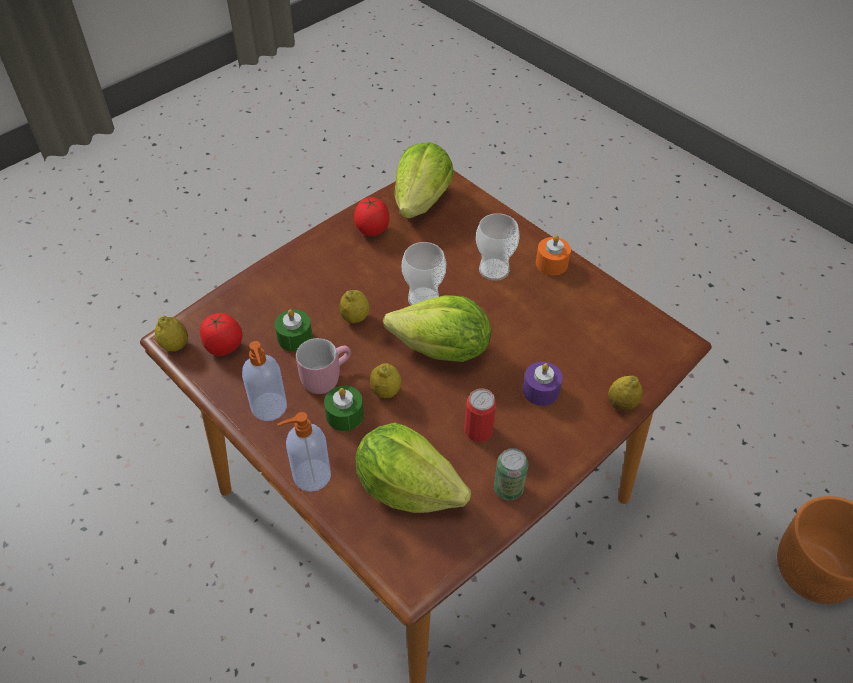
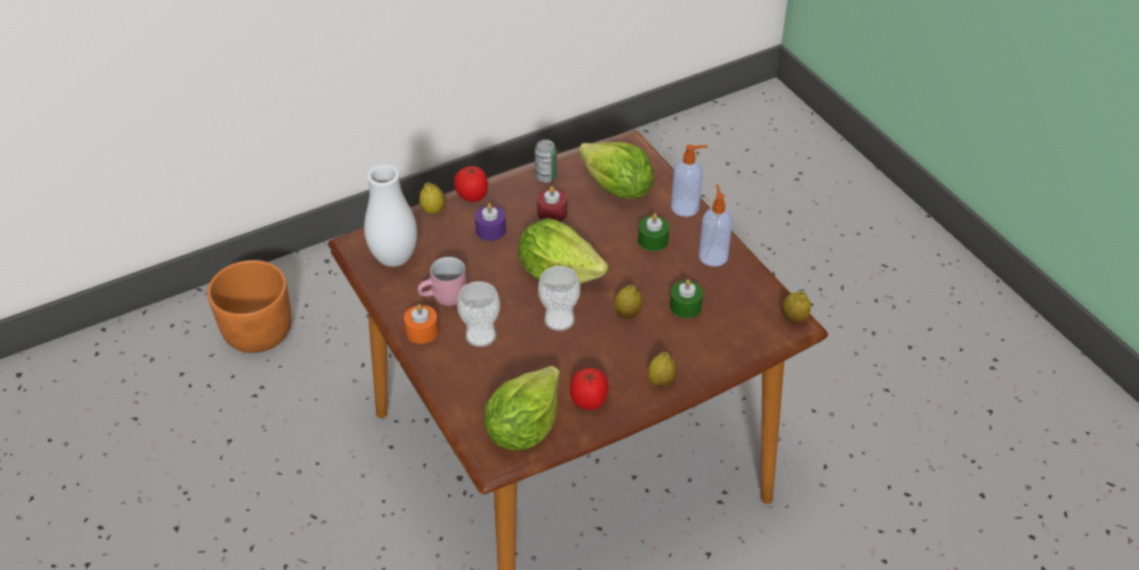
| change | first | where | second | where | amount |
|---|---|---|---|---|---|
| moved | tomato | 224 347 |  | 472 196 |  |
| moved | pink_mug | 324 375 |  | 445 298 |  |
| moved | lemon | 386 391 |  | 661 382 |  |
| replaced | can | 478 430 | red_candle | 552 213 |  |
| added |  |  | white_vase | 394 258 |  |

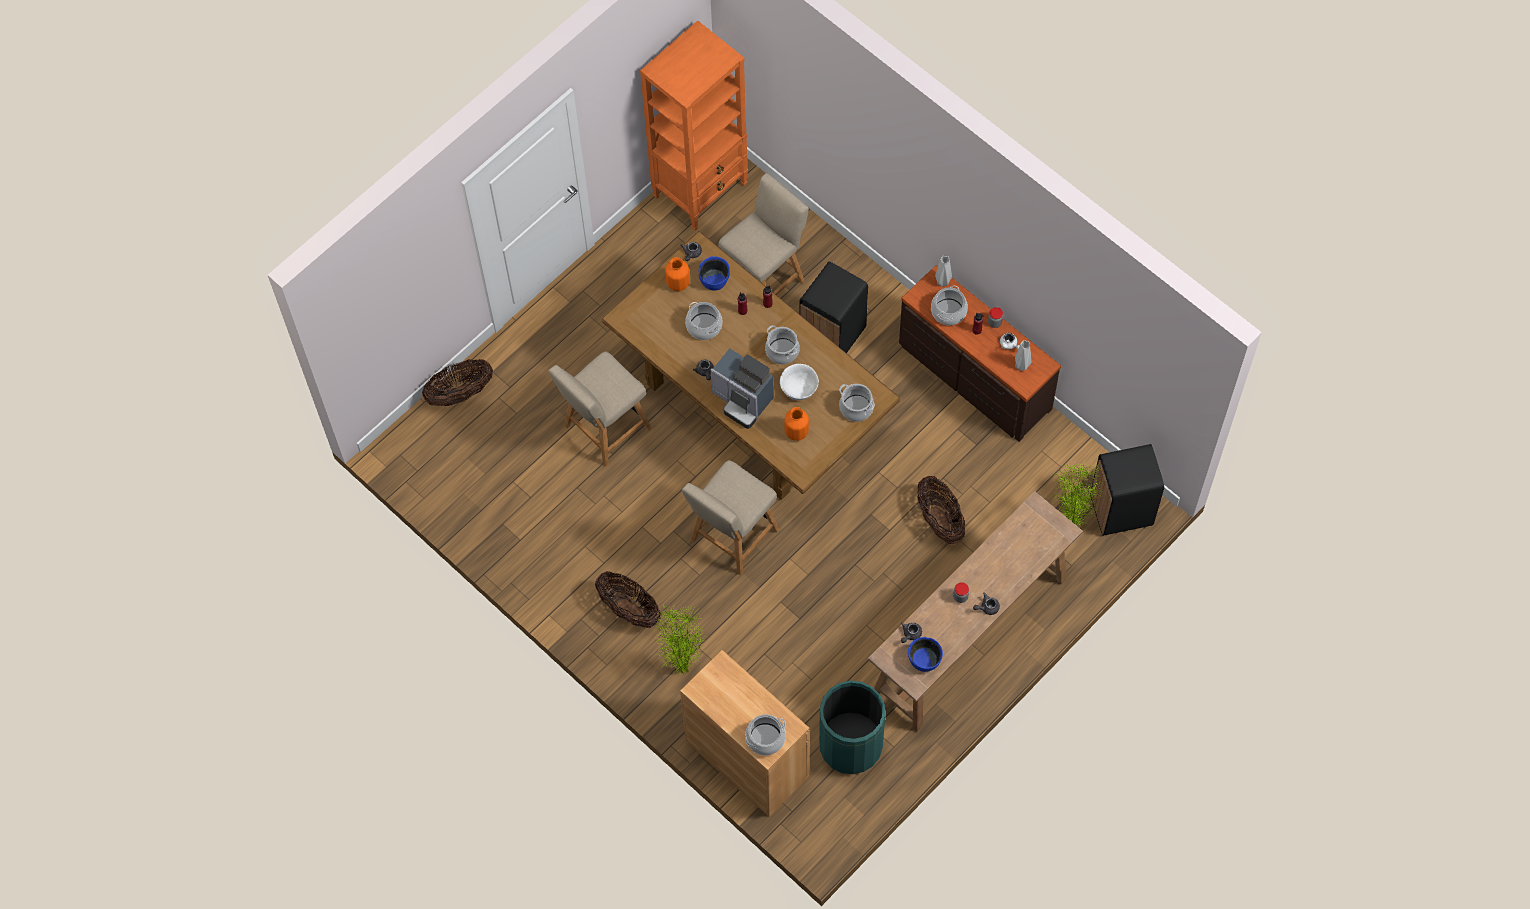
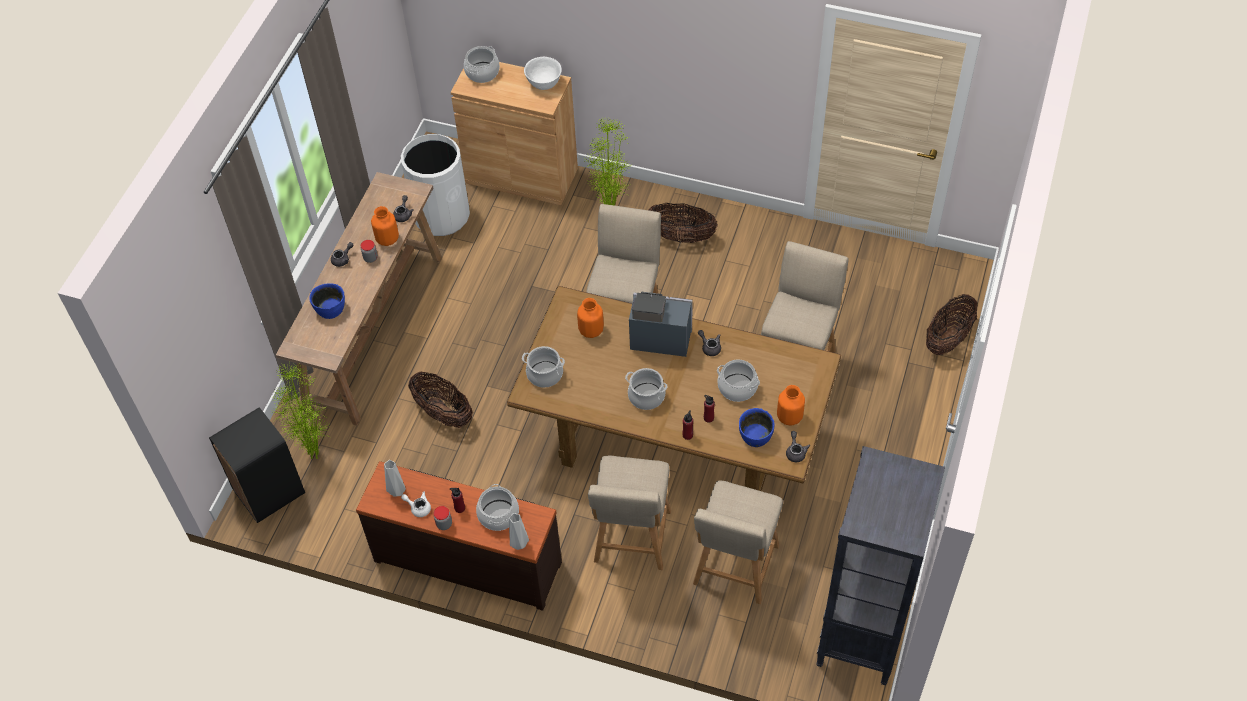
| change | first | where | second | where | amount |
|---|---|---|---|---|---|
| recoloured | orange_bookcase | 701 190 | black_bookcase | 860 637 |  |
| moved | white_bowl | 799 390 |  | 543 84 |  |
| replaced | black_trash_can | 833 335 | beige_chair | 632 540 |  |
| recoloured | green_trash_can | 850 745 | white_trash_can | 441 215 |  |
| moved | blue_bowl | 924 660 |  | 330 308 |  |
| added |  |  | orange_vase | 387 239 |  |

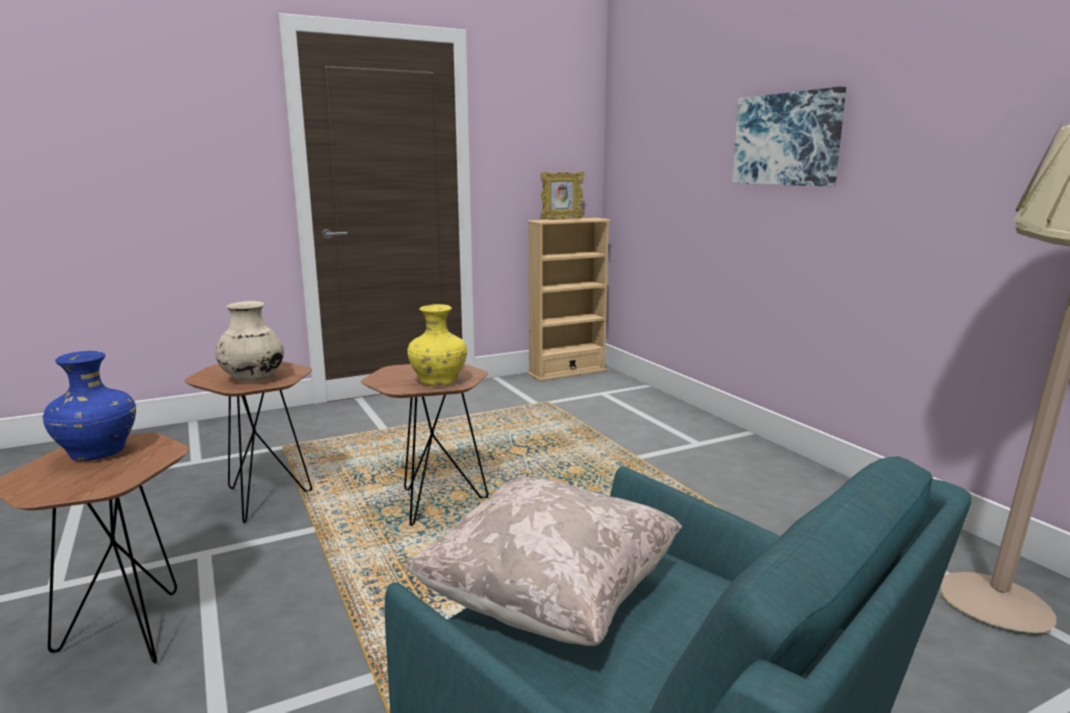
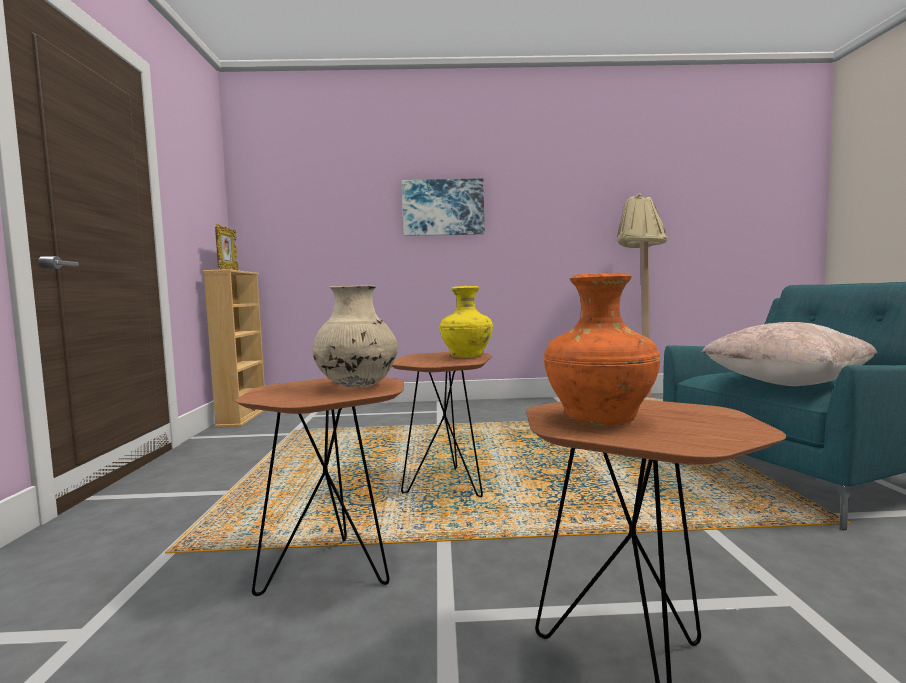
| change | first | where | second | where | amount |
|---|---|---|---|---|---|
| recoloured | blue_vase | 96 454 | orange_vase | 600 420 |  |

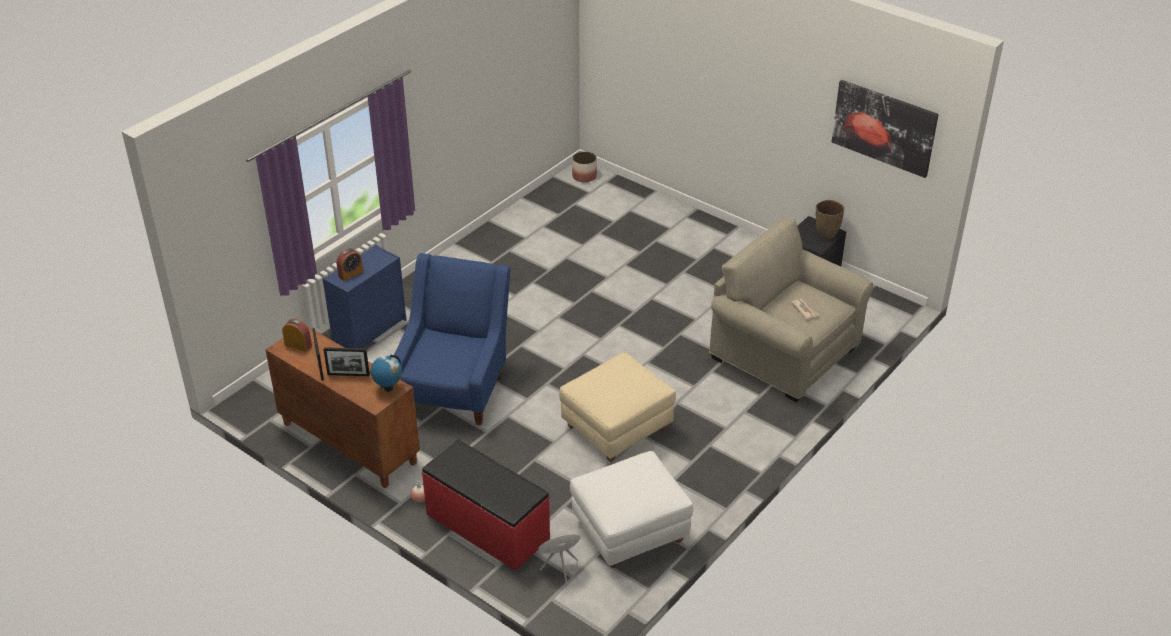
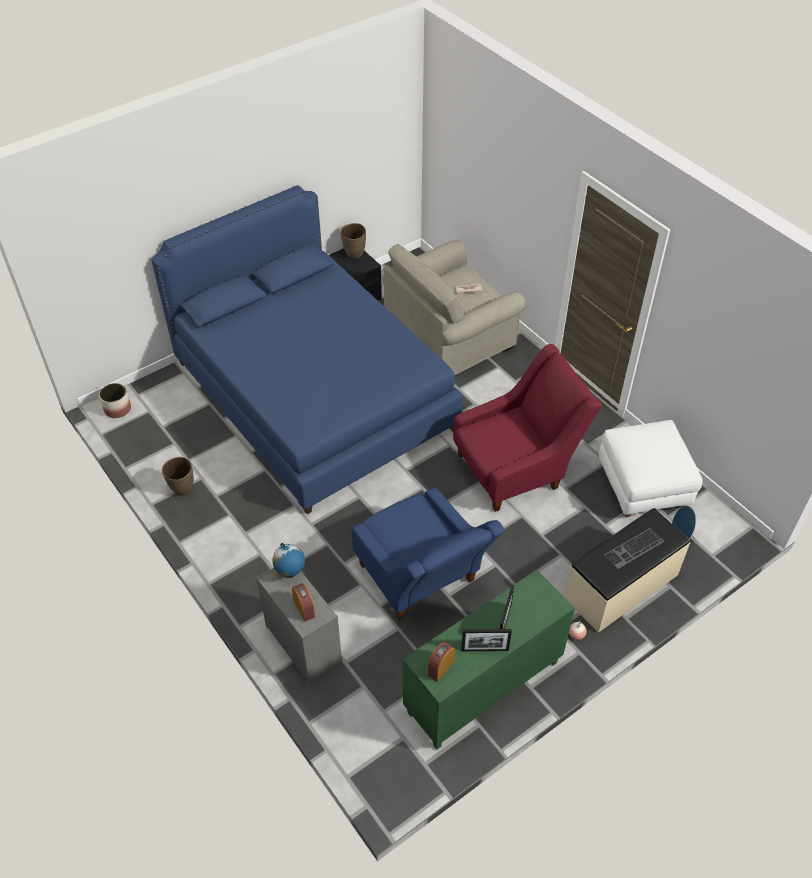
| change | first | where | second | where | amount |
|---|---|---|---|---|---|
| recoloured | brown_cabinet | 348 443 | green_cabinet | 483 689 |  |
| recoloured | blue_dresser | 370 330 | grey_dresser | 303 644 |  |
| moved | globe | 388 388 |  | 290 573 |  |
| turned | blue_armchair | 454 386 |  | 422 580 | 150 degrees counterclockwise |
| recoloured | red_bench | 487 527 | beige_bench | 622 587 |  |
| replaced | beige_ottoman | 616 429 | red_armchair | 516 468 |  |
| removed | picture | 884 127 |  |  |  |
| added |  |  | blue_bed | 313 395 |  |
| added |  |  | brown_vase | 182 489 |  |
| added |  |  | keyboard | 634 549 |  |

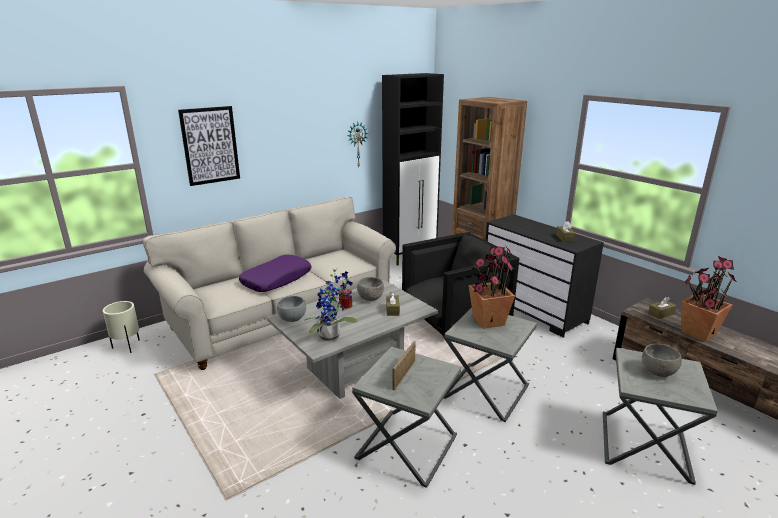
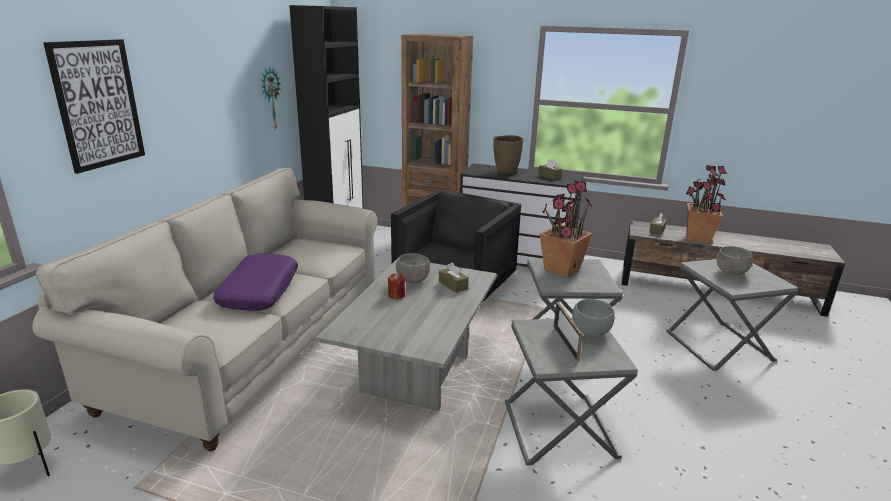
| change | first | where | second | where | amount |
|---|---|---|---|---|---|
| moved | grey_bowl | 292 319 |  | 590 332 |  |
| removed | potted_plant | 332 337 |  |  |  |
| added |  |  | brown_vase | 506 172 |  |

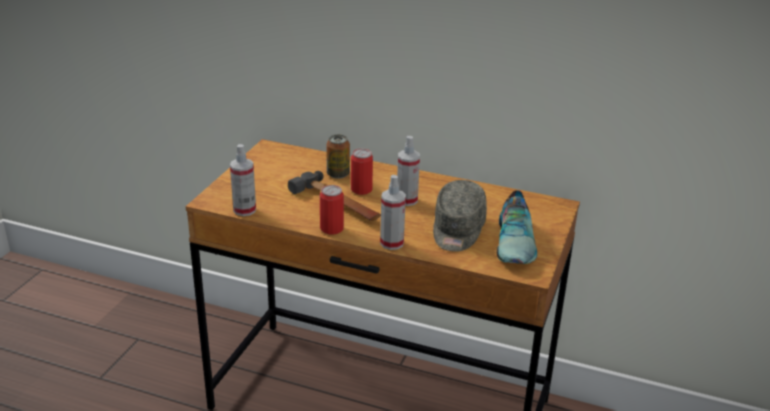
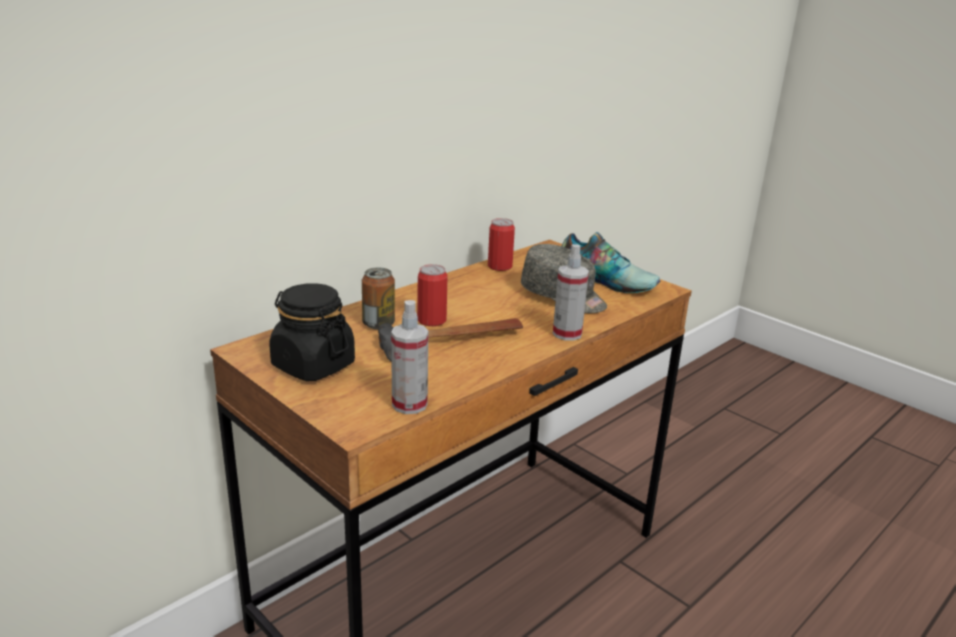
| change | first | where | second | where | amount |
|---|---|---|---|---|---|
| moved | can | 332 228 |  | 500 266 |  |
| removed | spray_bottle | 407 200 |  |  |  |
| added |  |  | black_jar | 313 365 |  |

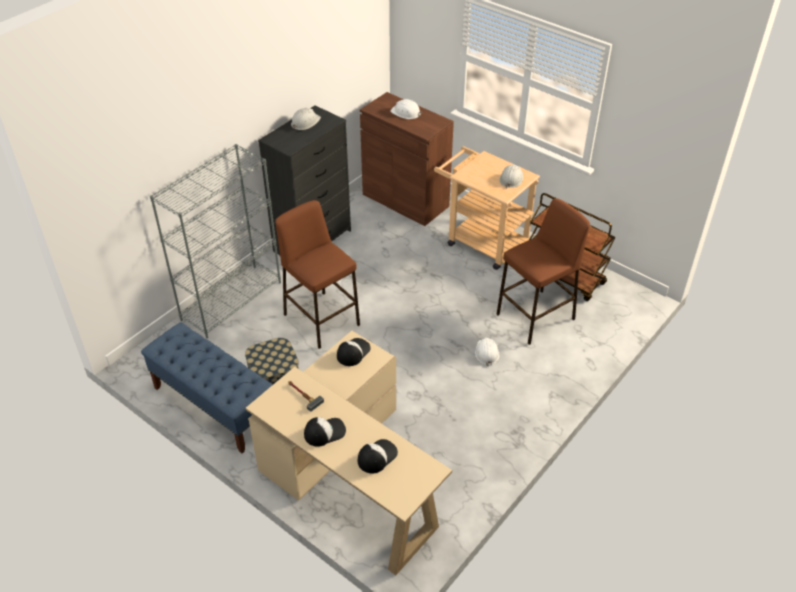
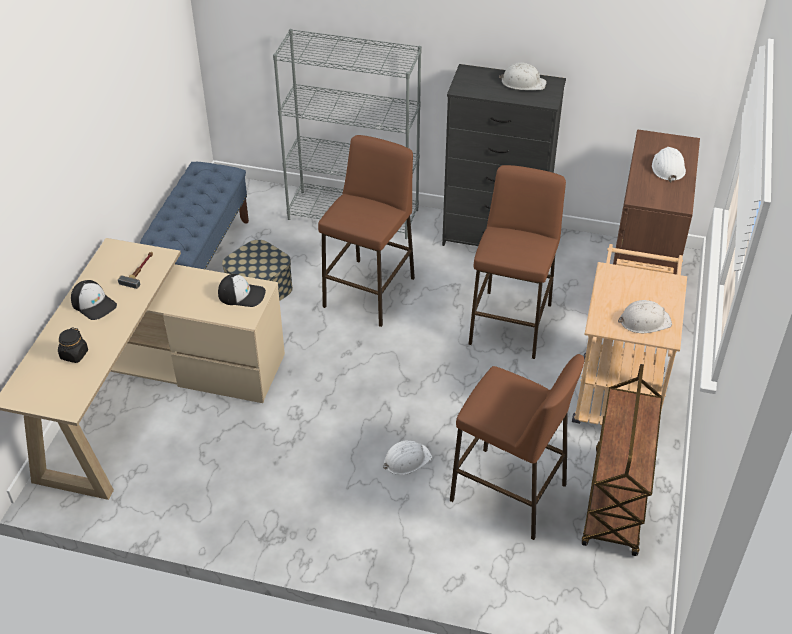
| change | first | where | second | where | amount |
|---|---|---|---|---|---|
| replaced | cap | 377 456 | black_jar | 74 355 |  |
| added |  |  | brown_stool | 510 323 |  |

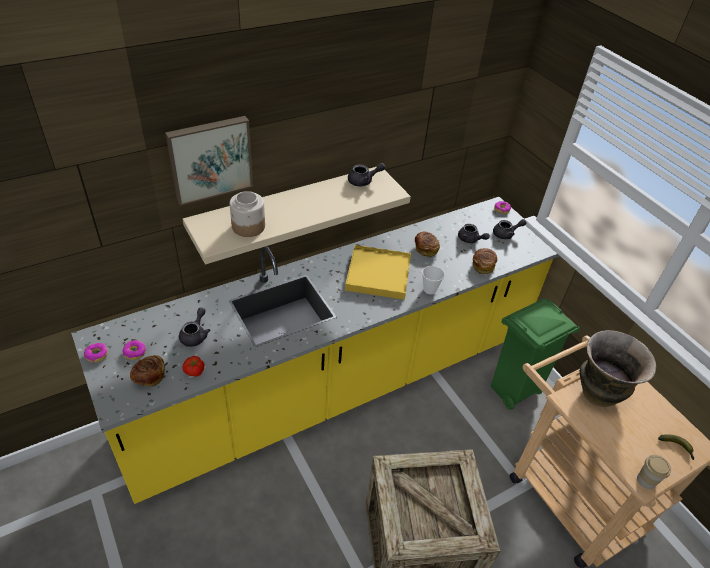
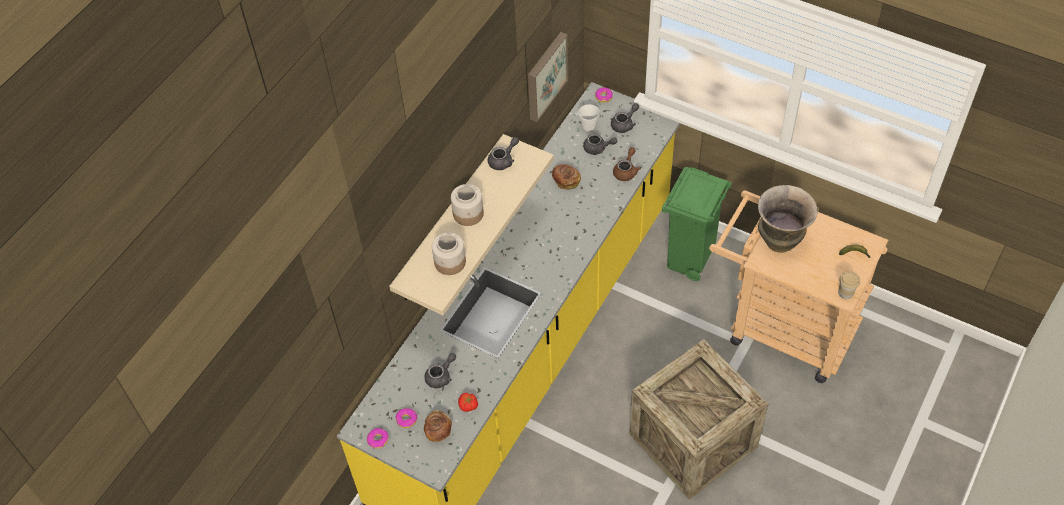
| change | first | where | second | where | amount |
|---|---|---|---|---|---|
| moved | picture | 210 158 |  | 545 76 |  |
| turned | grey_teapot | 195 335 |  | 441 376 | 60 degrees clockwise |
| removed | yellow_tray | 378 274 |  |  |  |
| moved | cup | 429 289 |  | 588 126 |  |
| replaced | bread | 483 265 | brown_teapot | 626 171 |  |
| added |  |  | jar | 468 214 |  |

